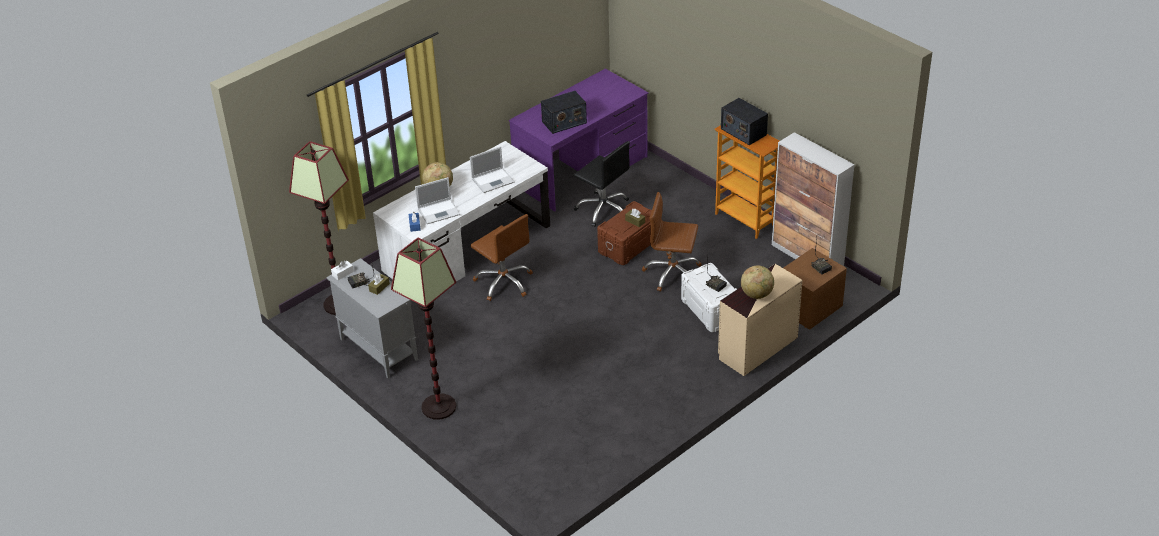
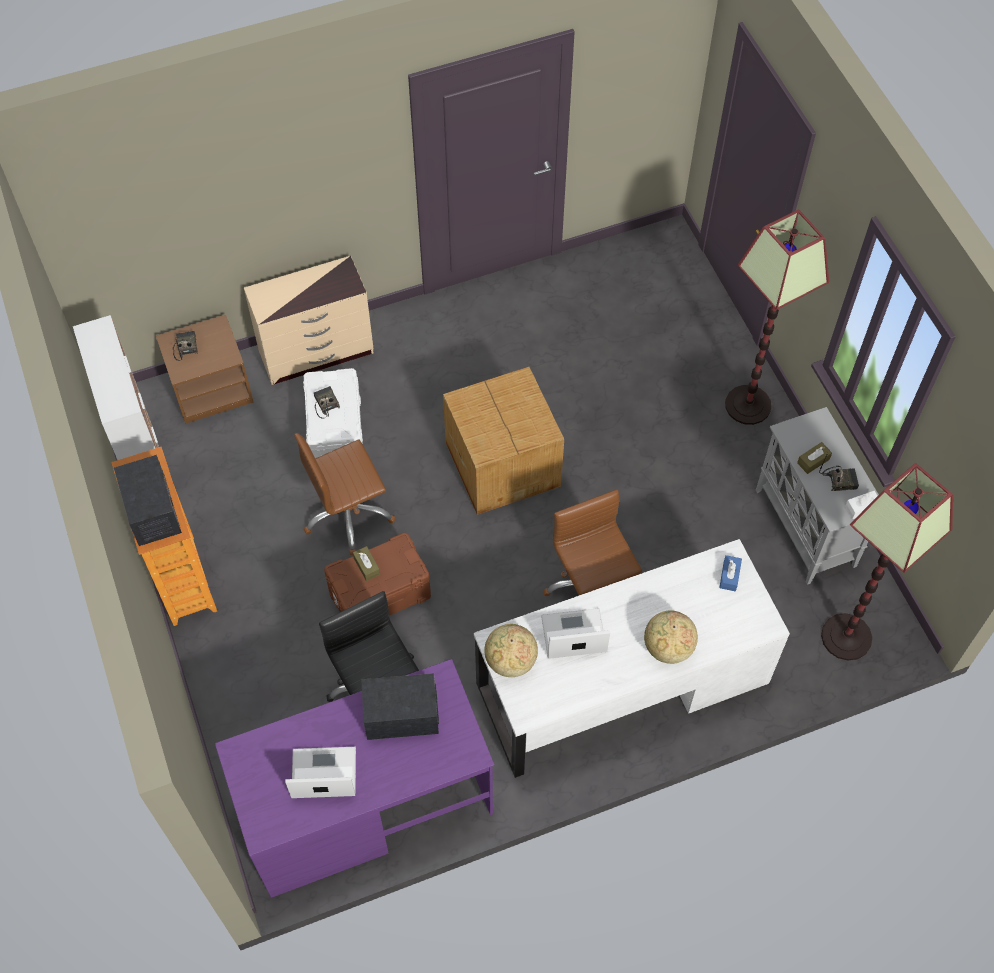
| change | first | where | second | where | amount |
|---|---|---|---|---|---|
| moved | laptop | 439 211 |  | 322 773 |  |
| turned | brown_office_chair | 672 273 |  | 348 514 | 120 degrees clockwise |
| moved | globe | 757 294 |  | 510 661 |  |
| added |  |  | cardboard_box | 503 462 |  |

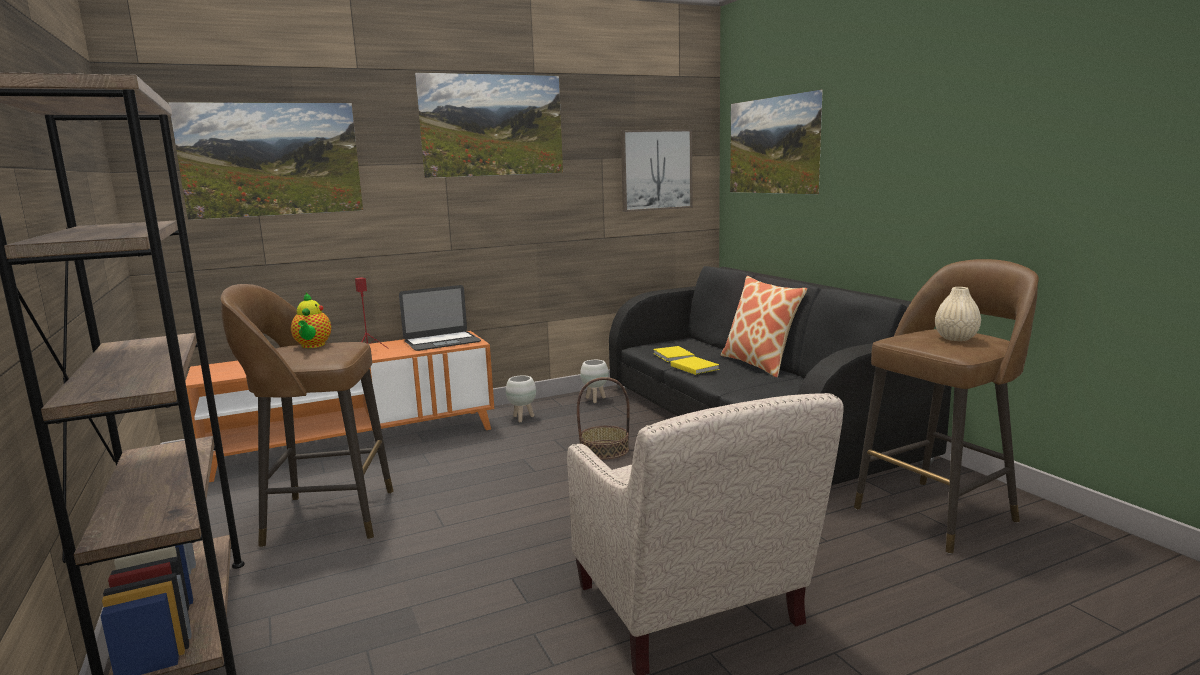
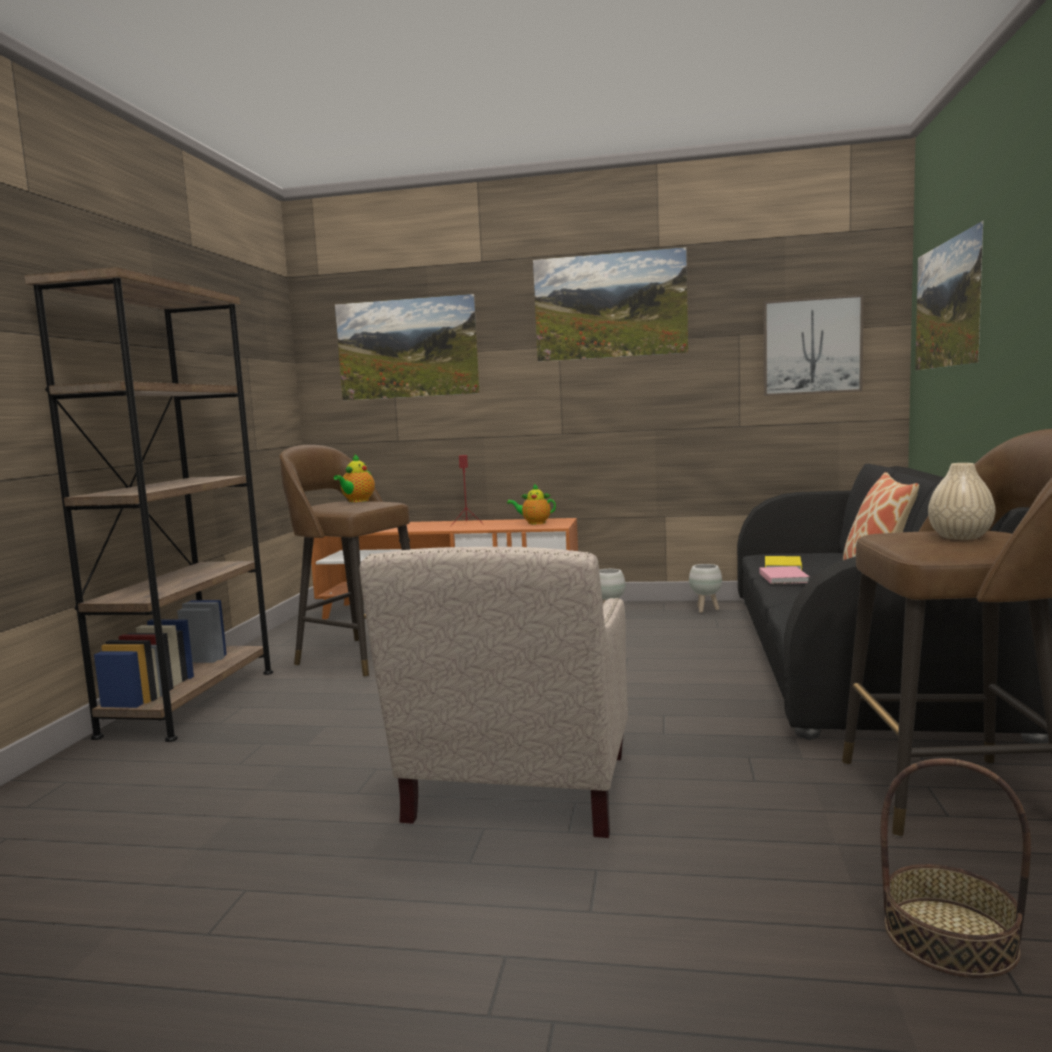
| change | first | where | second | where | amount |
|---|---|---|---|---|---|
| replaced | laptop | 442 341 | teapot | 534 523 |  |
| moved | basket | 604 450 |  | 950 936 |  |
| recoloured | yellow_book | 694 367 | pink_book | 784 577 |  |

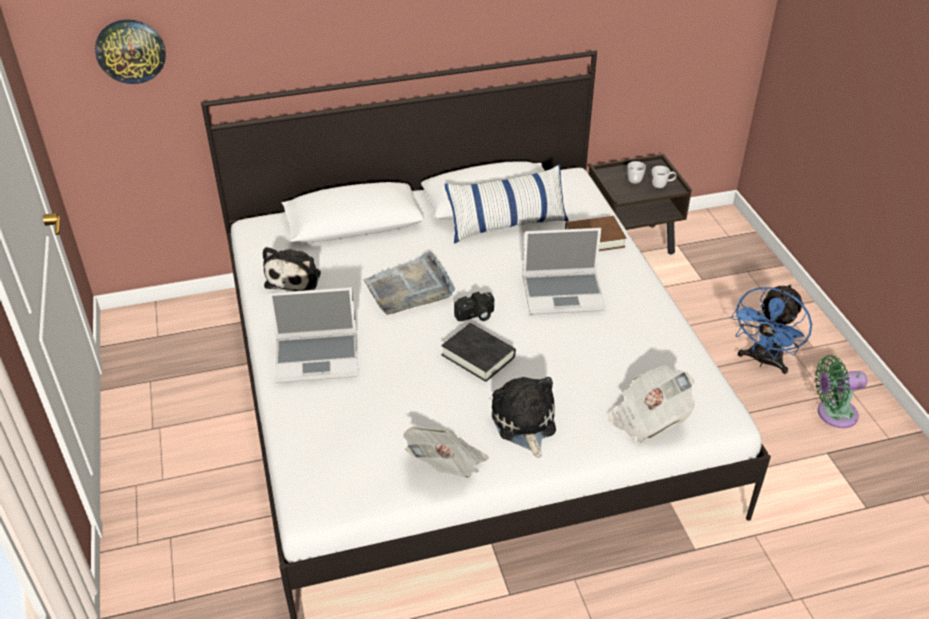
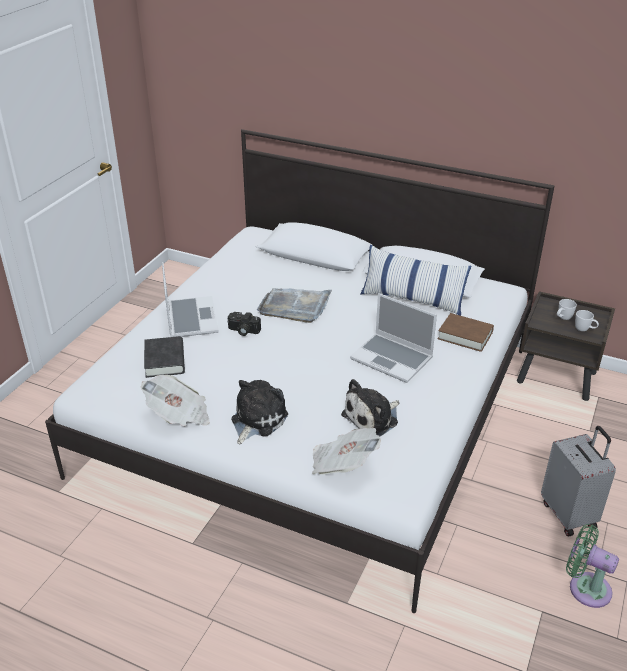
| change | first | where | second | where | amount |
|---|---|---|---|---|---|
| removed | wall_clock | 130 51 |  |  |  |
| moved | plush_toy | 295 278 |  | 373 418 |  |
| turned | laptop | 318 358 |  | 190 318 | 135 degrees counterclockwise |
| moved | black_book | 478 356 |  | 165 361 |  |
| moved | photo_camera | 476 316 |  | 243 331 |  |
| replaced | blue_fan | 763 361 | grey_suitcase | 569 514 |  |

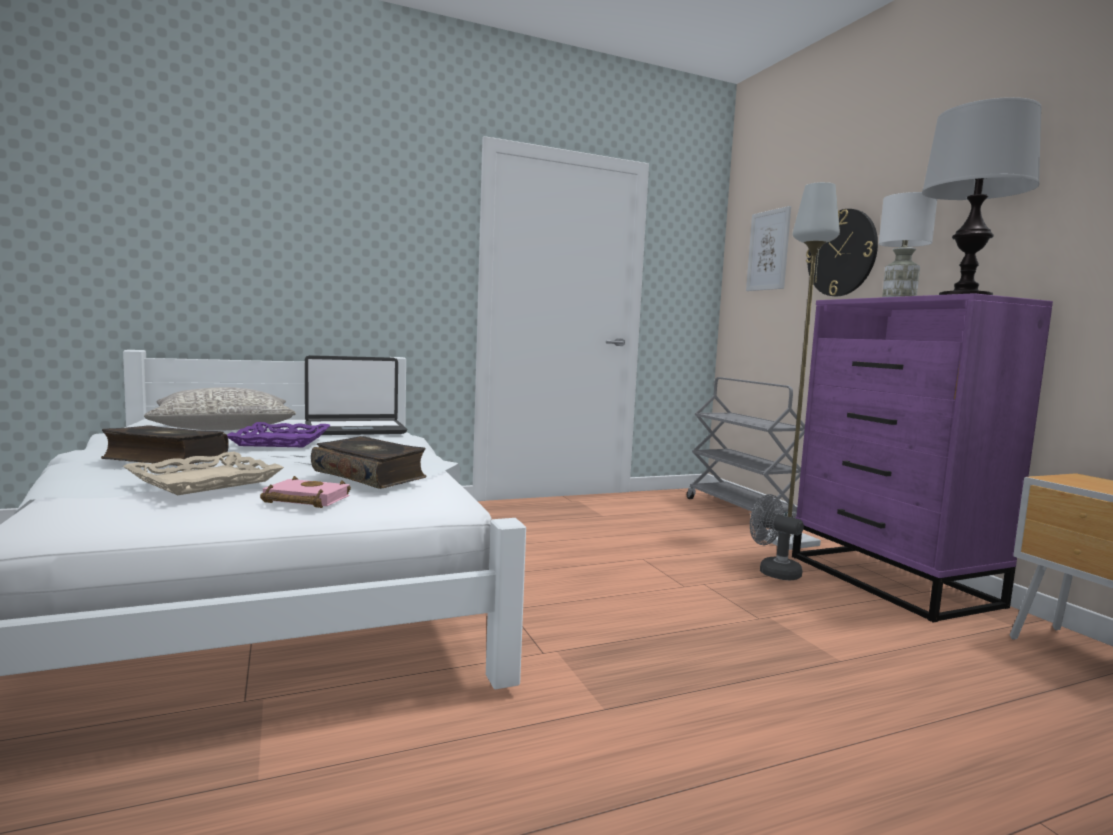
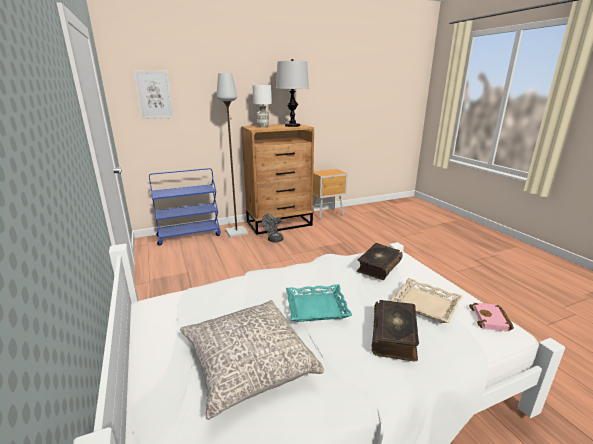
| change | first | where | second | where | amount |
|---|---|---|---|---|---|
| recoloured | purple_tray | 280 441 | turquoise_tray | 316 307 |  |
| moved | pink_book | 303 500 |  | 491 320 |  |
| removed | laptop | 355 429 |  |  |  |
| recoloured | grey_cart | 741 511 | blue_cart | 189 235 |  |
| recoloured | purple_dresser | 892 581 | brown_dresser | 280 223 |  |
| removed | wall_clock | 842 253 |  |  |  |

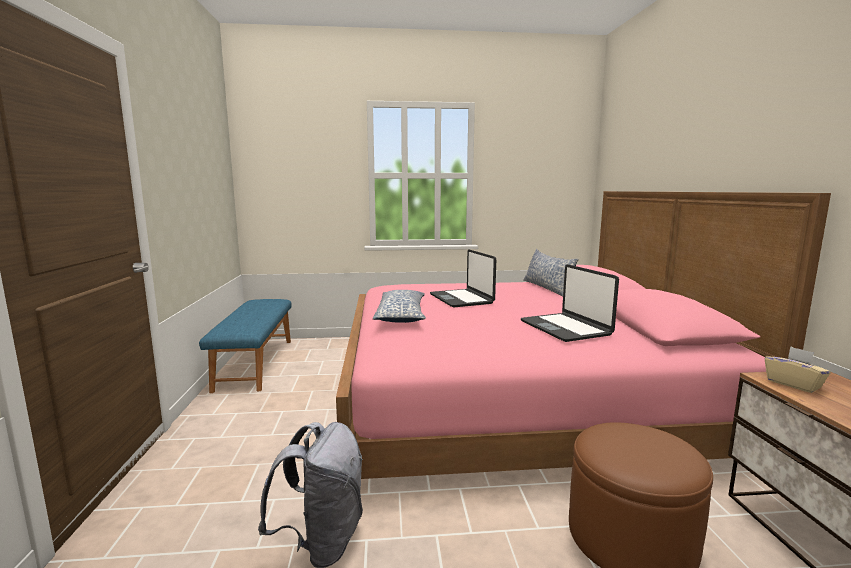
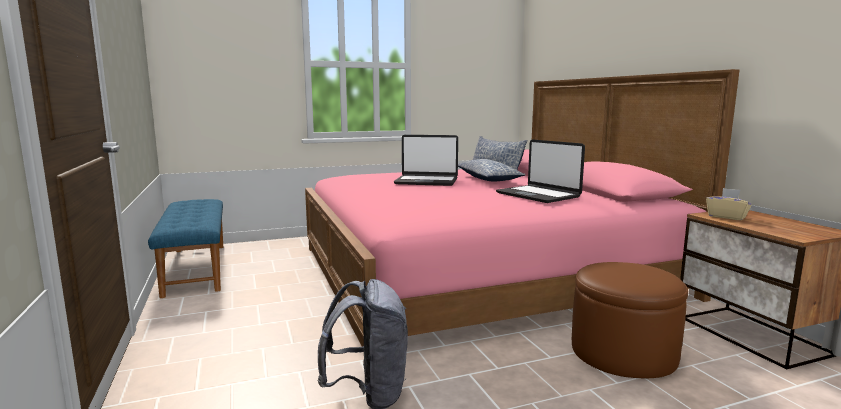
| change | first | where | second | where | amount |
|---|---|---|---|---|---|
| moved | pillow | 401 316 |  | 488 179 |  |
| turned | laptop | 462 299 |  | 426 181 | 45 degrees counterclockwise |

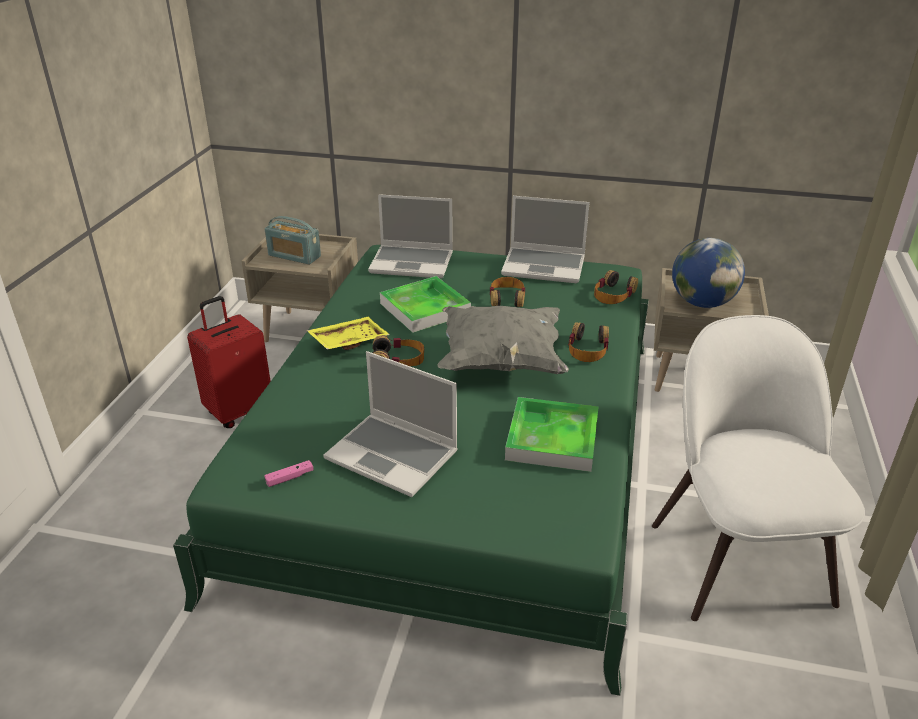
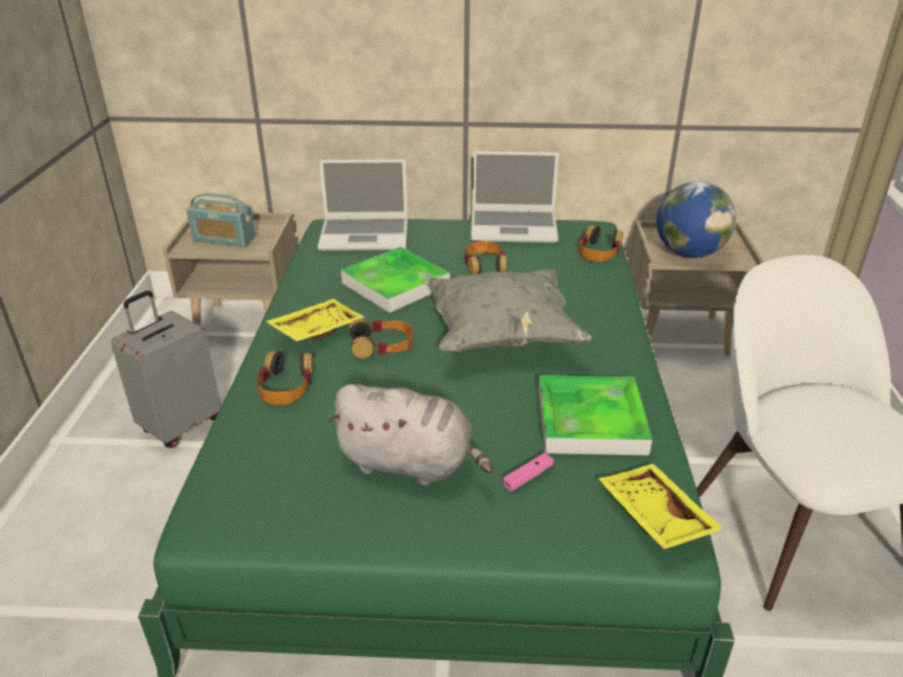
| change | first | where | second | where | amount |
|---|---|---|---|---|---|
| recoloured | red_suitcase | 239 411 | grey_suitcase | 181 425 |  |
| moved | pink_game_controller | 290 477 |  | 528 477 |  |
| replaced | laptop | 394 456 | grey_plush_toy | 410 463 |  |
| moved | headphones | 588 349 |  | 286 385 |  |
| added |  |  | yellow_tray | 653 516 |  |

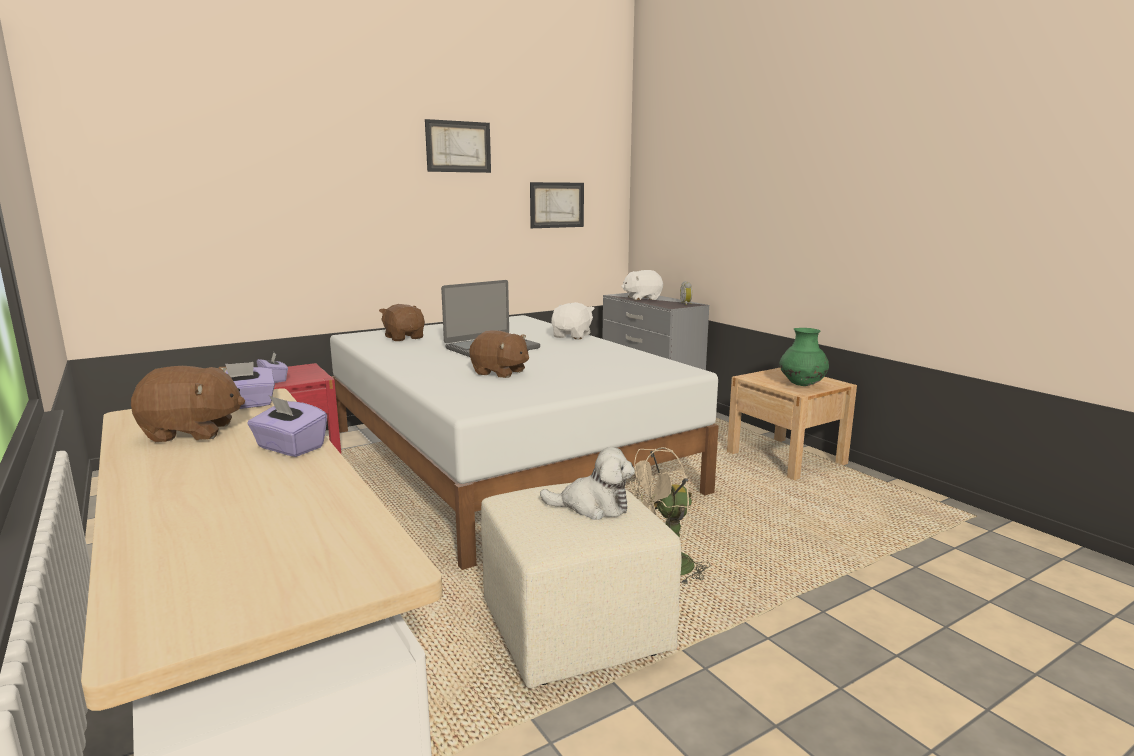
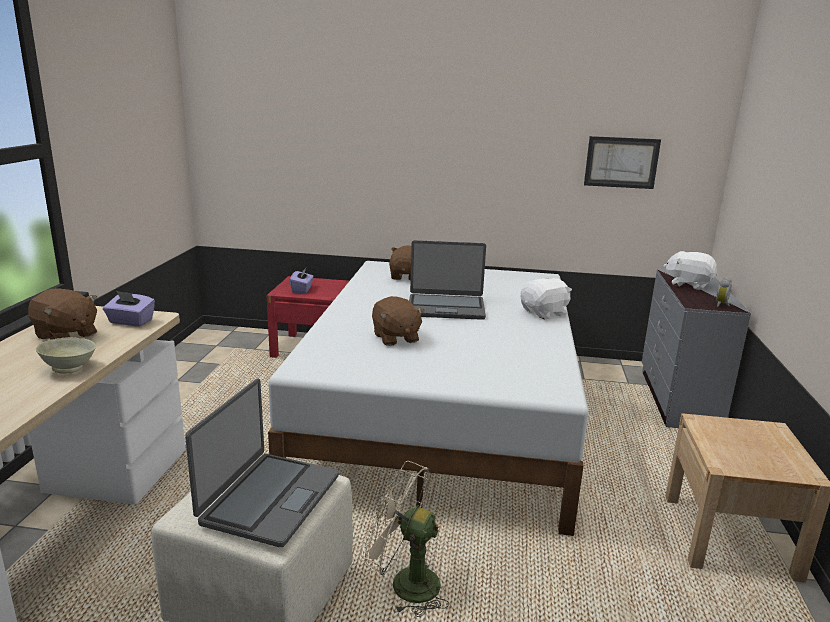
| change | first | where | second | where | amount |
|---|---|---|---|---|---|
| replaced | purple_tissue_box | 290 448 | beige_bowl | 70 369 |  |
| removed | picture | 458 146 |  |  |  |
| replaced | plush_toy | 593 506 | laptop | 269 499 |  |
| removed | green_vase | 802 385 |  |  |  |

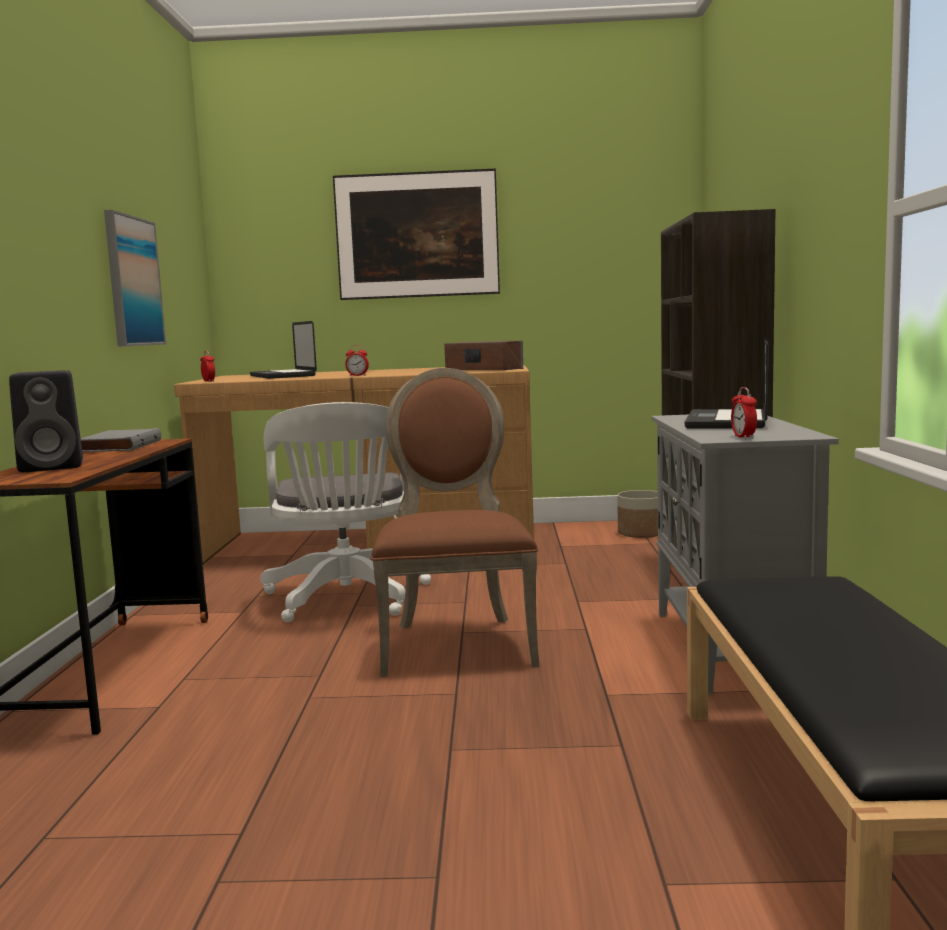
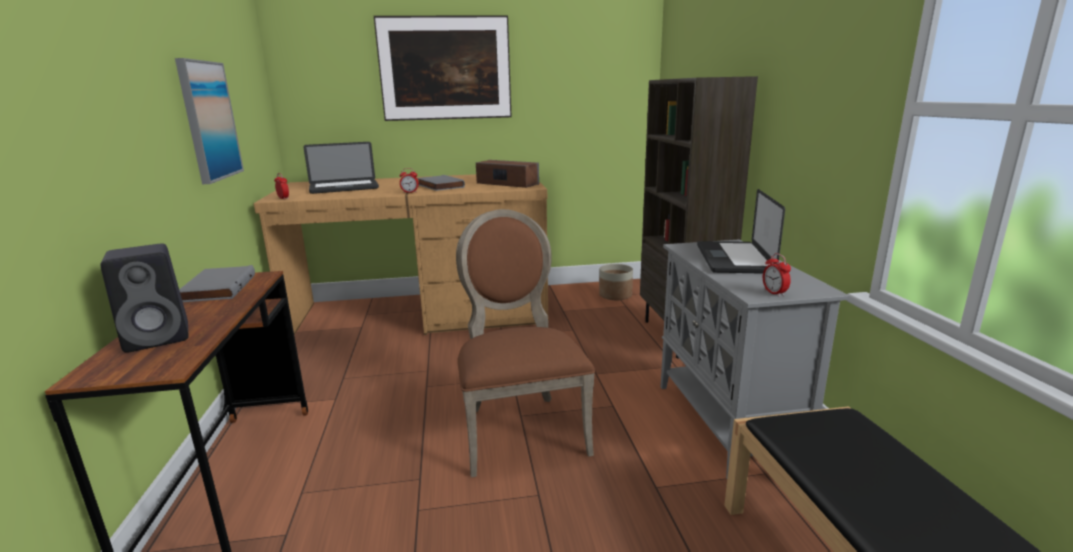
| change | first | where | second | where | amount |
|---|---|---|---|---|---|
| turned | laptop | 282 376 |  | 344 188 | 75 degrees counterclockwise |
| removed | white_office_chair | 346 599 |  |  |  |
| added |  |  | grey_book | 439 186 |  |

